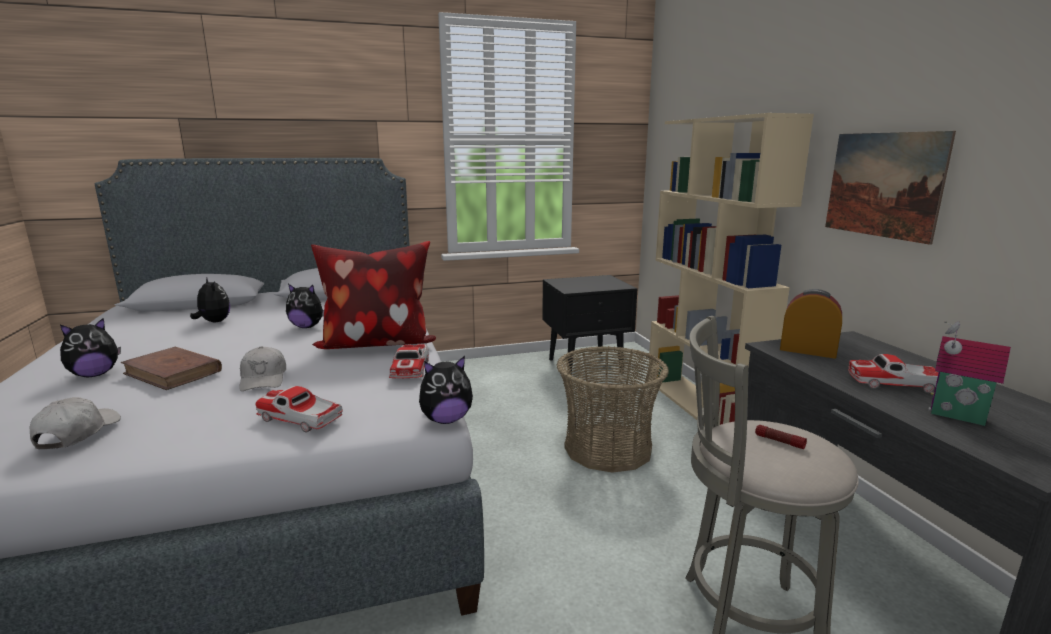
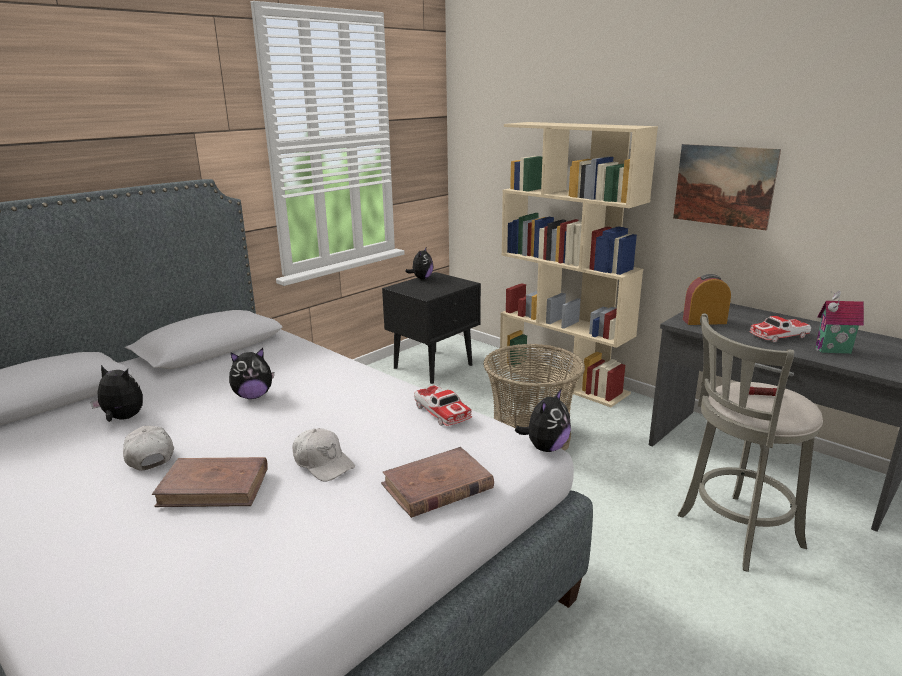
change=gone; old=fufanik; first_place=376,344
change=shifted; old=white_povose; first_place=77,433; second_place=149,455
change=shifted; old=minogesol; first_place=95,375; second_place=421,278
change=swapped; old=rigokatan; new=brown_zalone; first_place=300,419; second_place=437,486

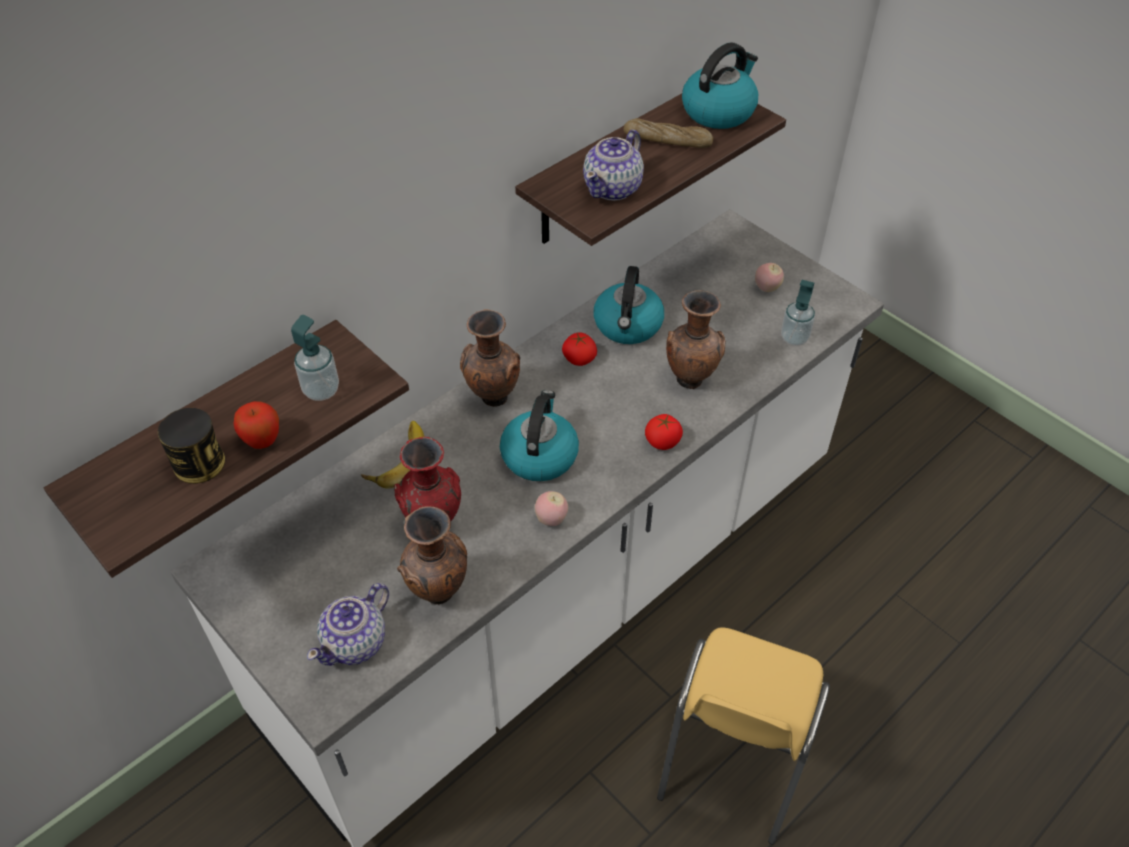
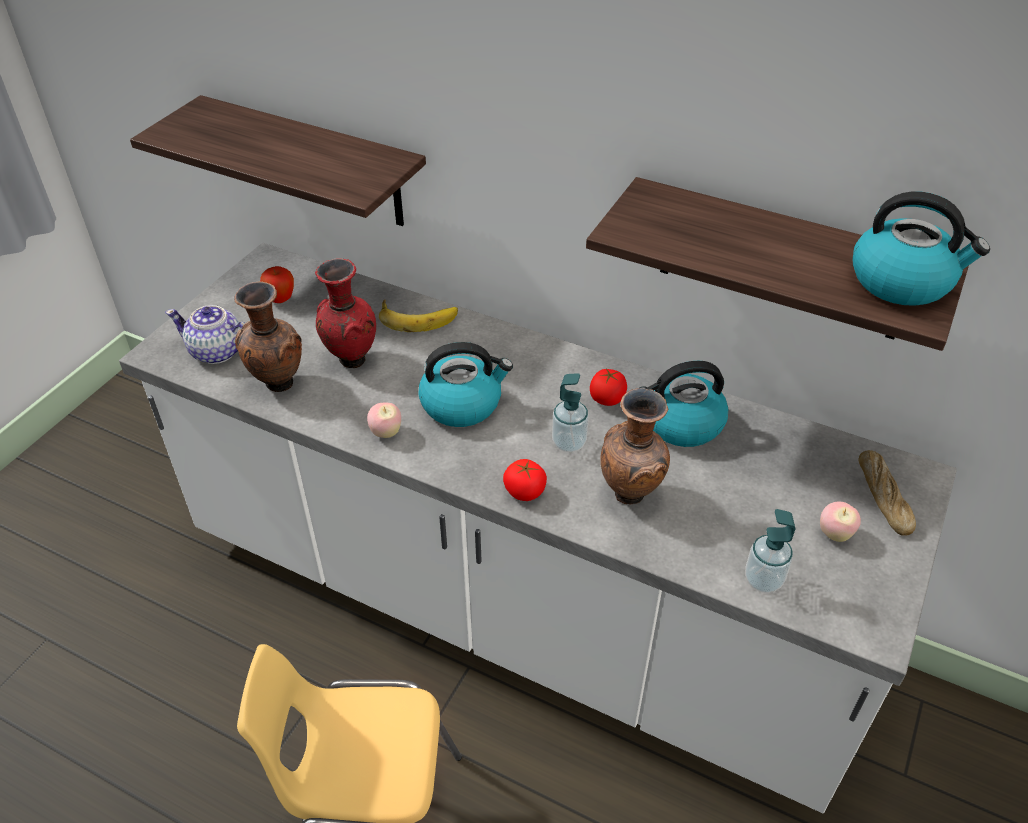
change=gone; old=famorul; first_place=199,463
change=gone; old=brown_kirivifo; first_place=492,399
change=gone; old=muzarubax; first_place=613,188
change=shifted; old=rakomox; first_place=262,441; second_place=280,300
change=shifted; old=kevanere; first_place=321,390; second_place=569,443
change=shifted; old=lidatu; first_place=667,140; second_place=883,497

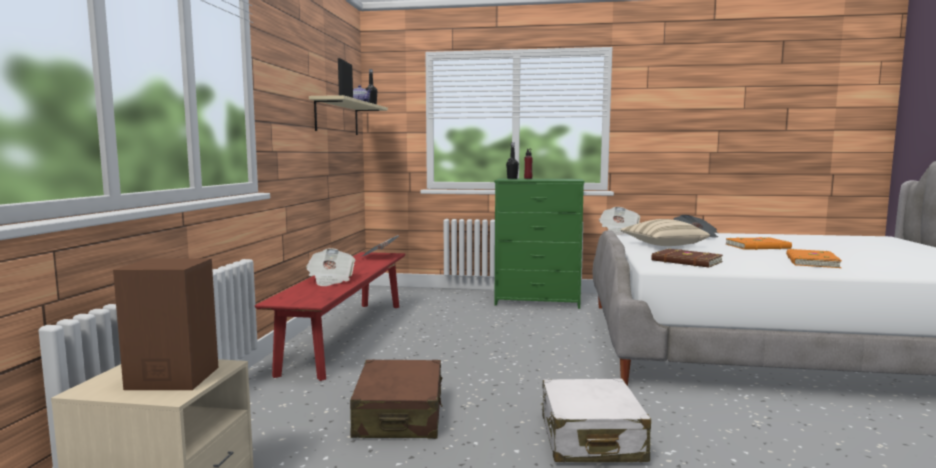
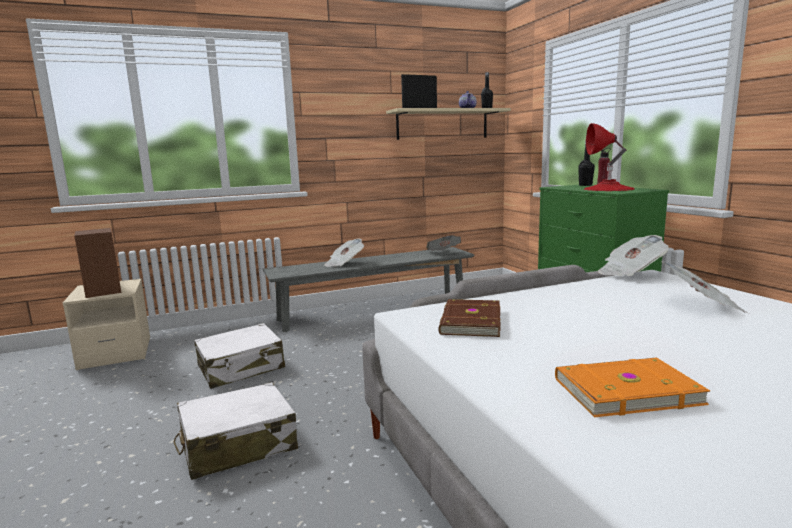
change=gone; old=beige_fufanik; first_place=663,245
change=gone; old=orange_zalone; first_place=758,247
change=new; new=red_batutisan; second_place=608,189
change=repainted; old=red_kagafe; new=grey_kagafe; first_place=347,335; second_place=374,311
change=repainted; old=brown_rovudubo; new=white_rovudubo; first_place=399,415; second_place=241,368

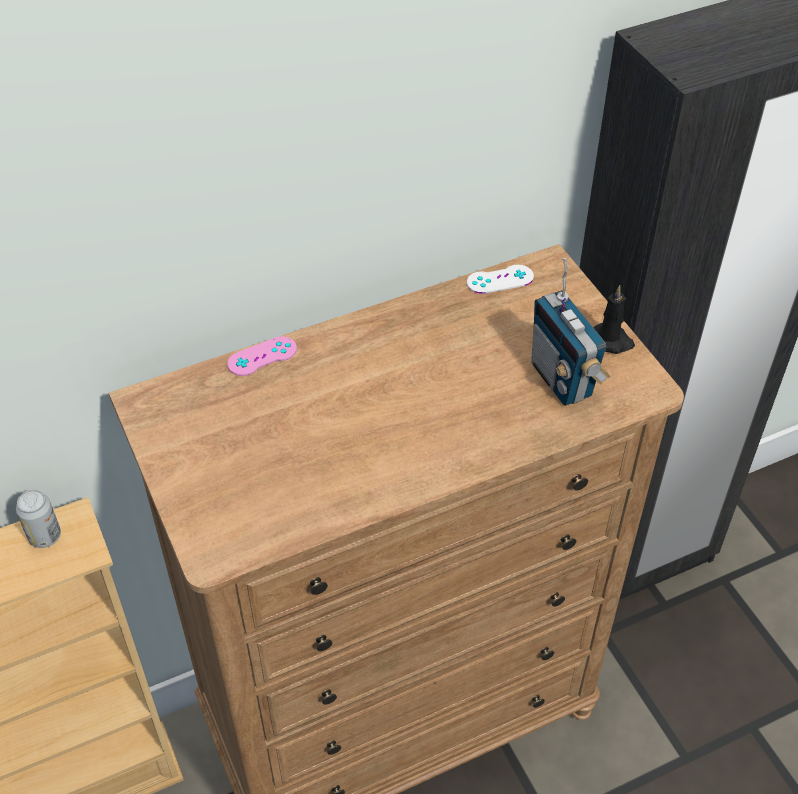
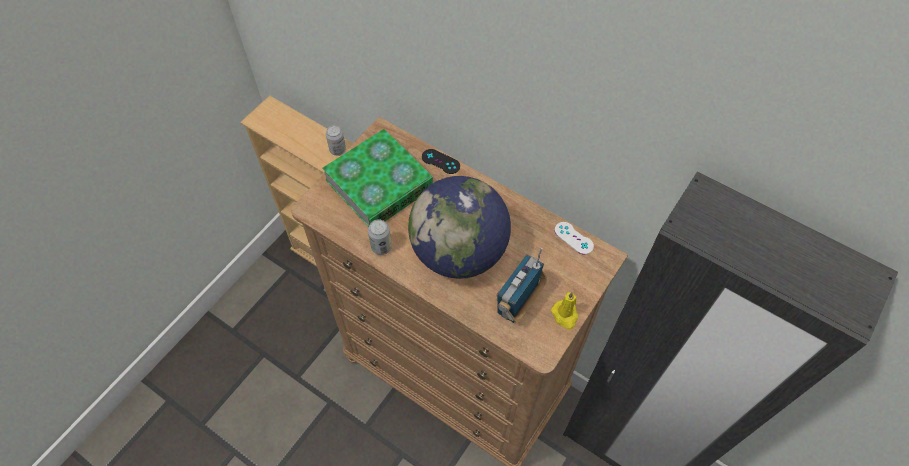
change=new; new=zalone; second_place=379,184
change=new; new=famorul; second_place=381,247
change=new; new=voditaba; second_place=459,252
change=repainted; old=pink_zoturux; new=black_zoturux; first_place=262,356; second_place=440,161
change=repainted; old=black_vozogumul; new=yellow_vozogumul; first_place=611,341; second_place=565,315

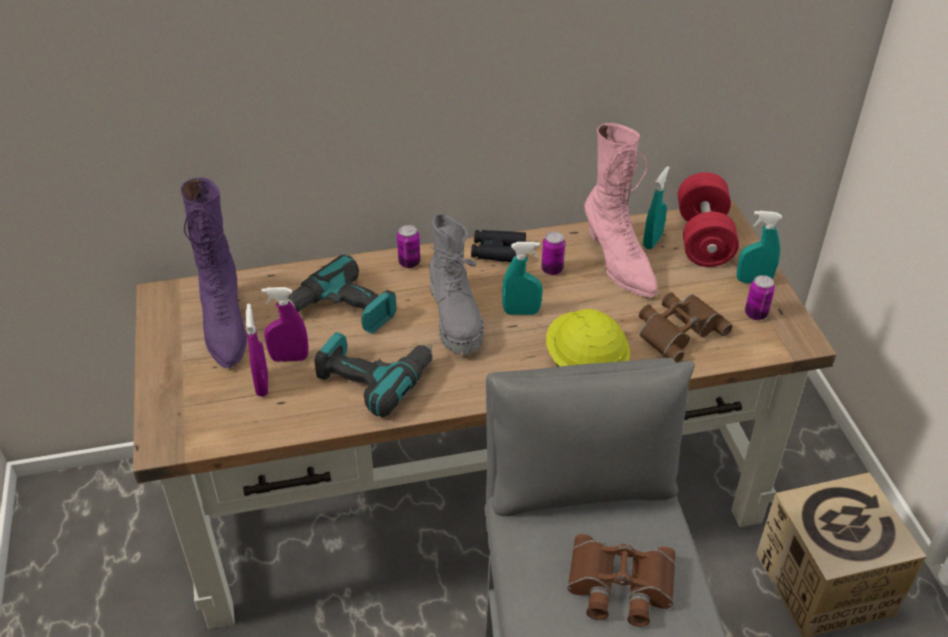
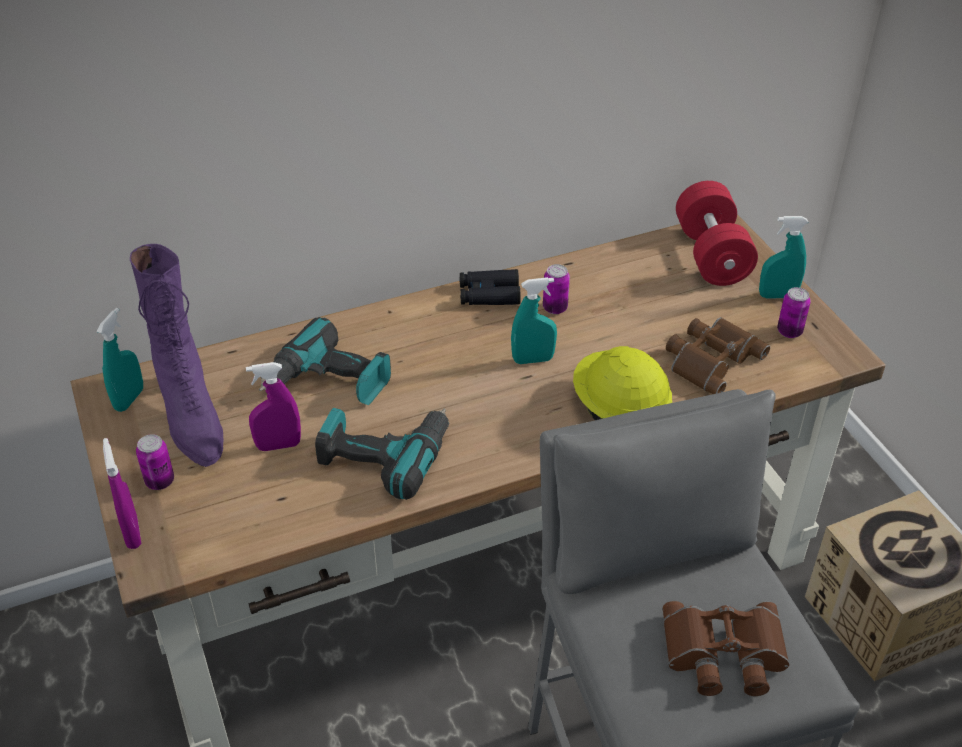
change=gone; old=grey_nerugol; first_place=457,318
change=gone; old=pink_nerugol; first_place=618,263
change=shifted; old=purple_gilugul; first_place=262,384; second_place=132,533
change=shifted; old=famorul; first_place=409,263; second_place=160,481
change=shifted; old=turquoise_gilugul; first_place=652,241; second_place=129,399

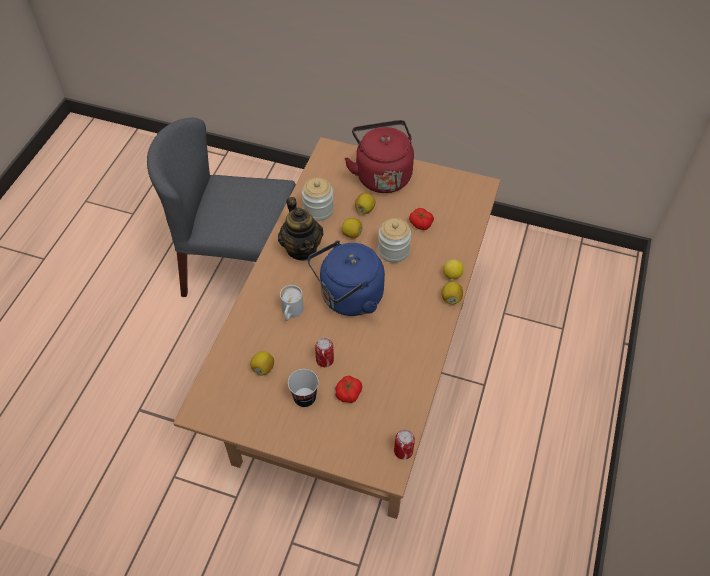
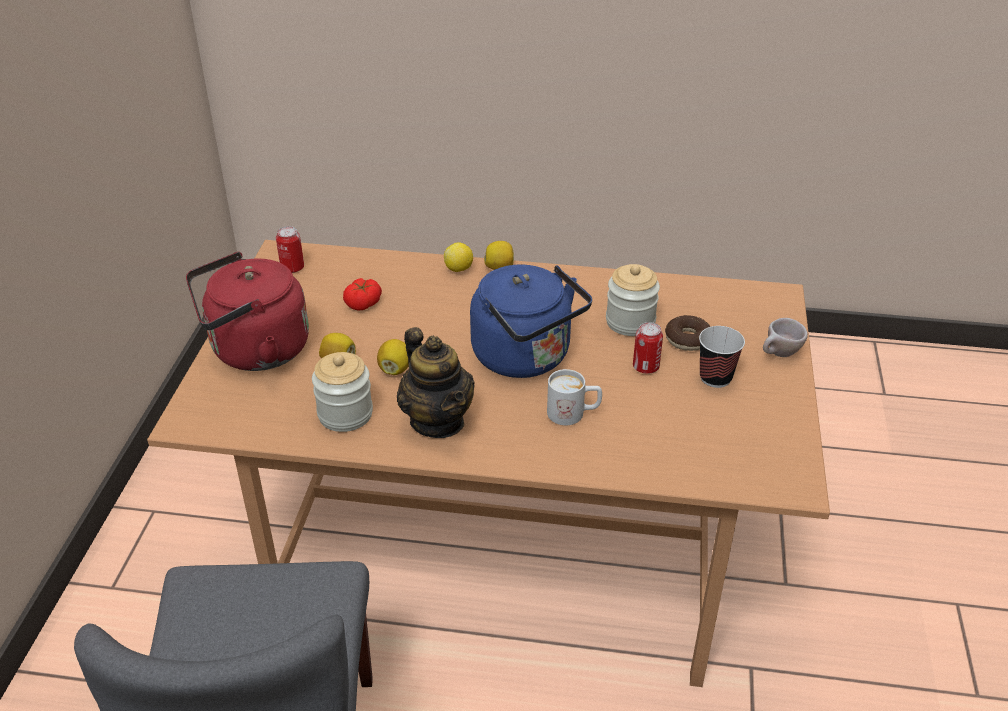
change=gone; old=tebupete; first_place=263,368
change=new; new=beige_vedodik; second_place=779,355
change=shifted; old=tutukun; first_place=393,251; second_place=630,322
change=shifted; old=famorul; first_place=403,451; second_place=292,268
change=swapped; old=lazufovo; new=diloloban; first_place=348,393; second_place=687,339
change=rotated; old=muzarubax; first_place=302,249; second_place=437,421; degrees=90

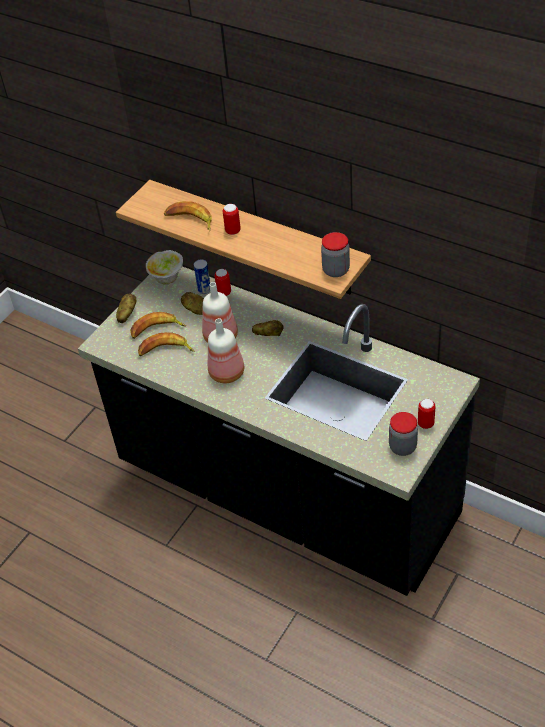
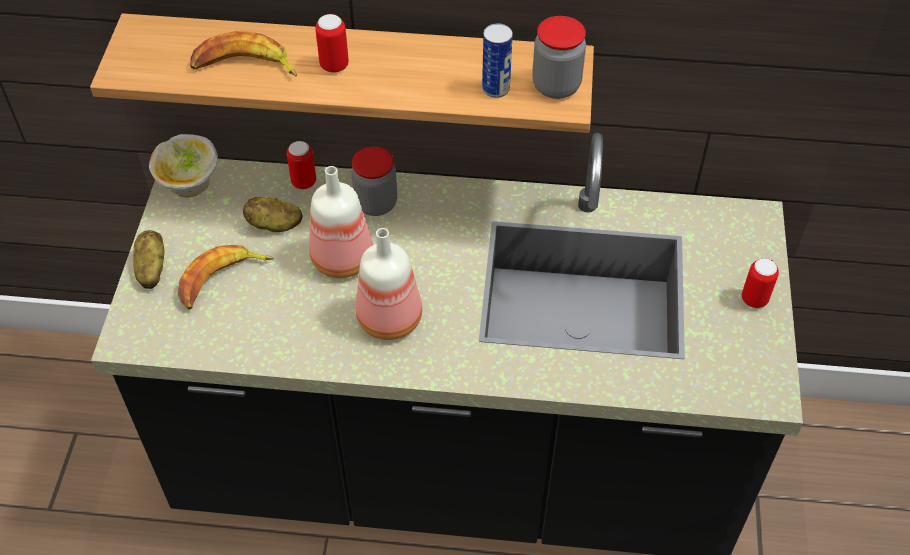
change=gone; old=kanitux; first_place=165,350
change=gone; old=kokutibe; first_place=268,334
change=shifted; old=famorul; first_place=204,290; second_place=495,89
change=shifted; old=tutukun; first_place=402,447; second_place=376,203

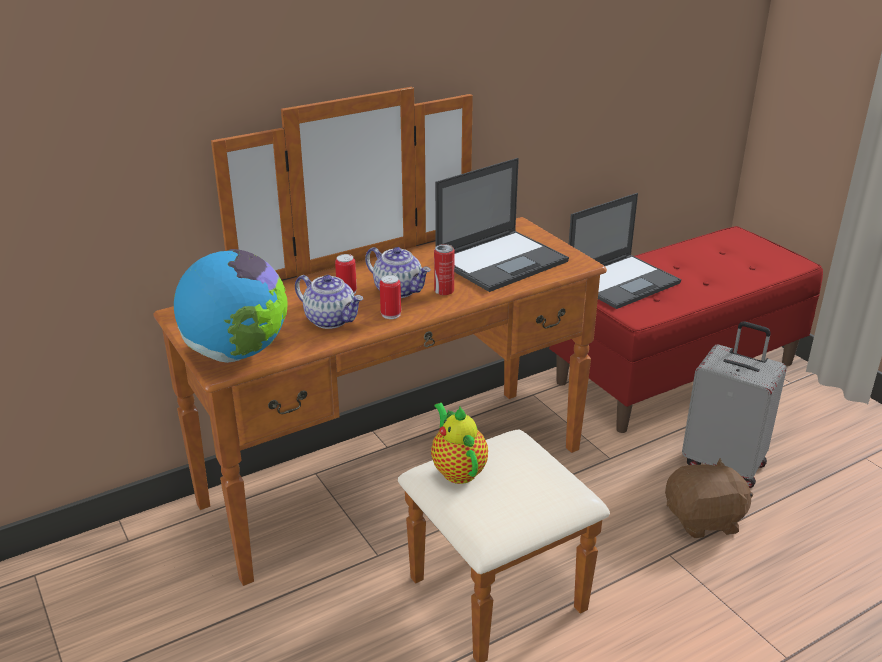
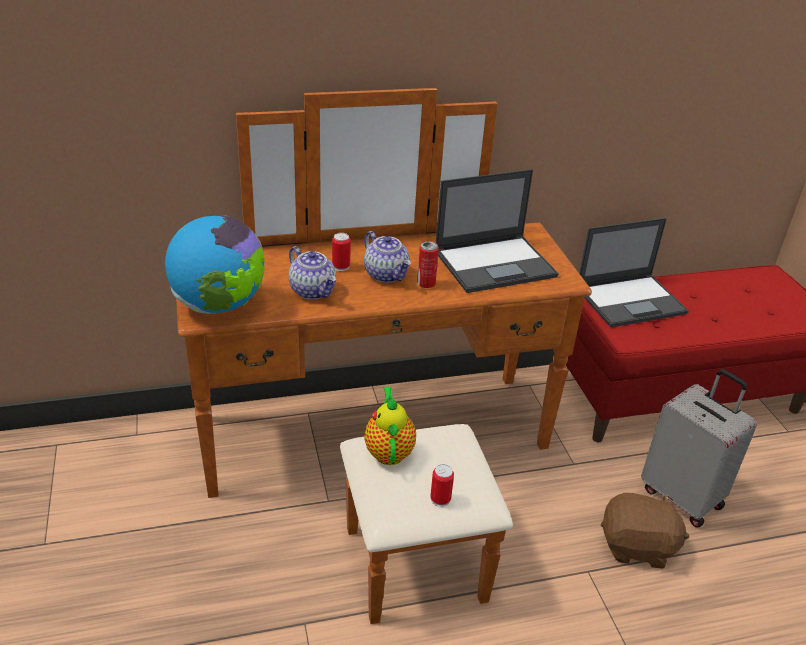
change=shifted; old=famorul; first_place=391,314; second_place=440,499

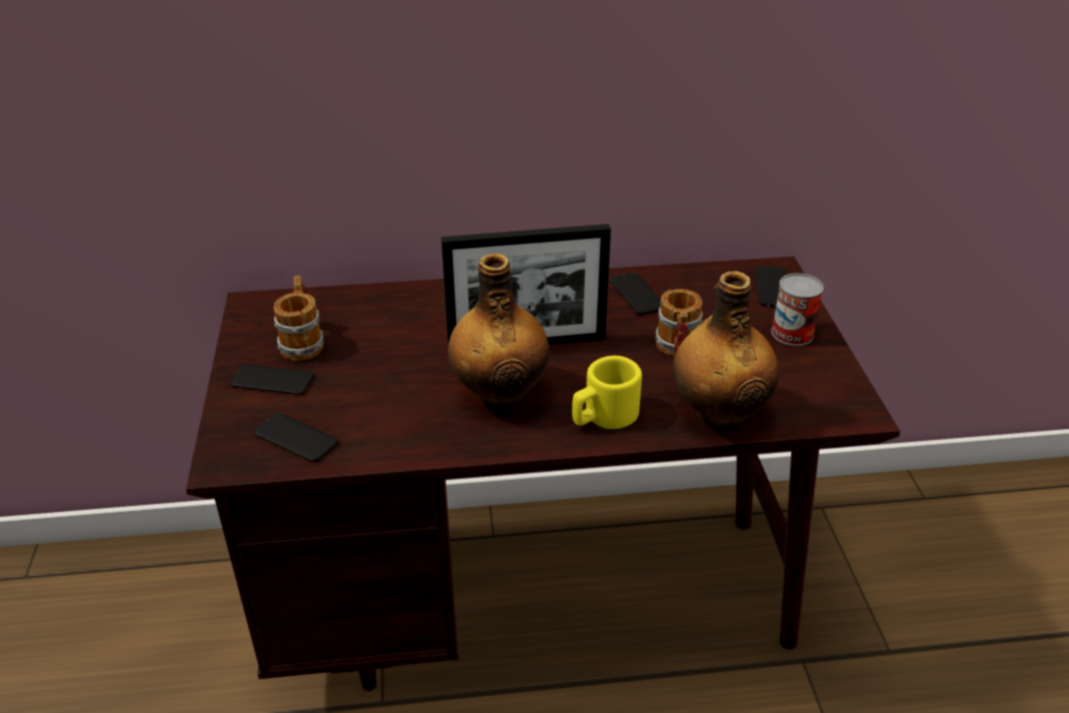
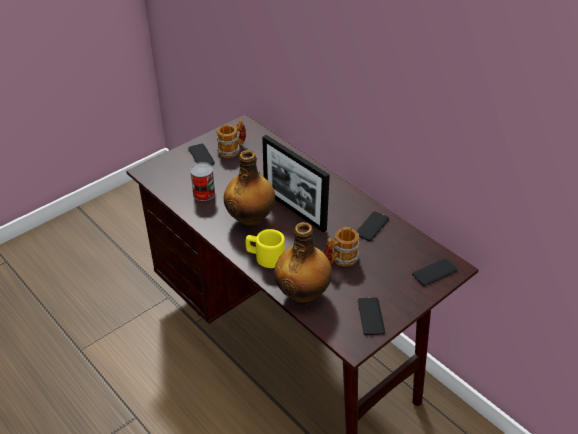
change=shifted; old=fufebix; first_place=296,438; second_place=371,316
change=shifted; old=famorul; first_place=792,333; second_place=204,193

